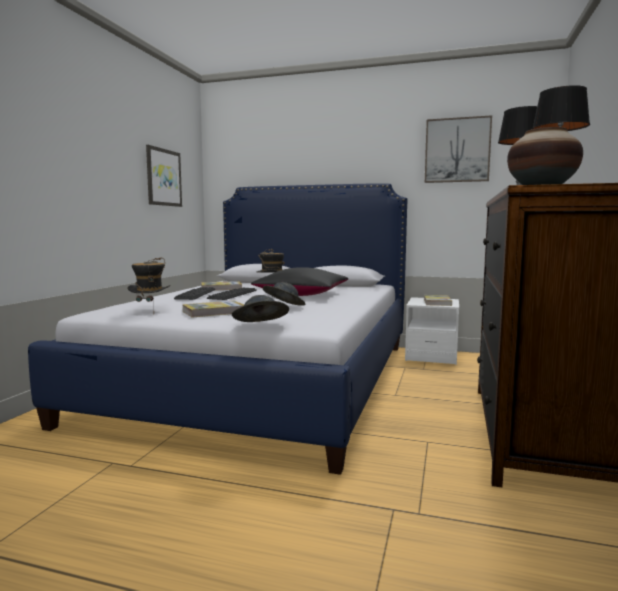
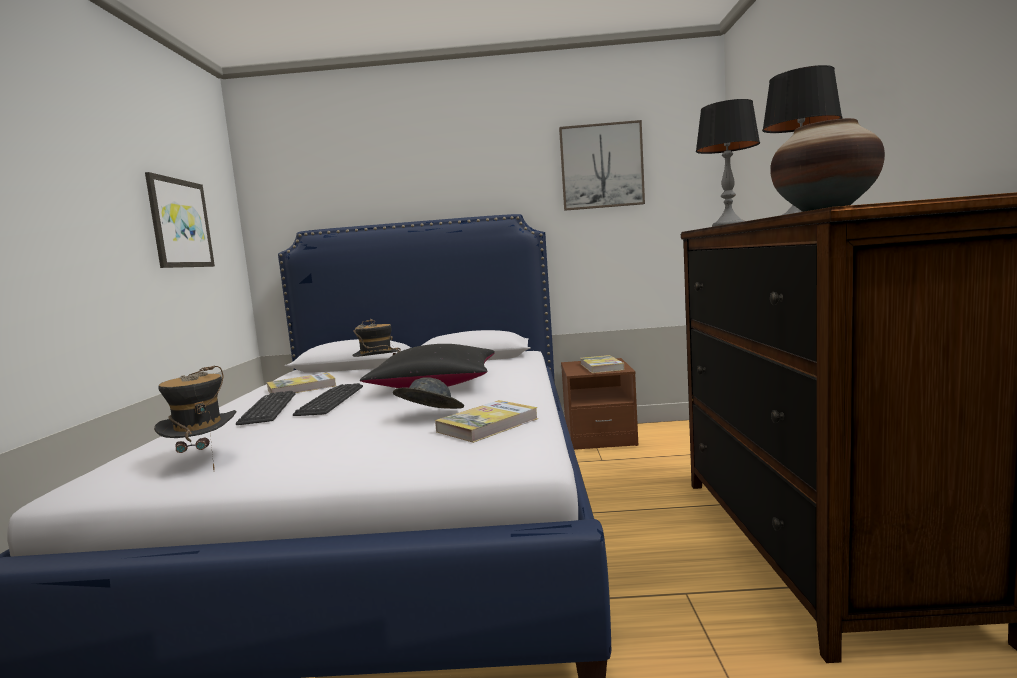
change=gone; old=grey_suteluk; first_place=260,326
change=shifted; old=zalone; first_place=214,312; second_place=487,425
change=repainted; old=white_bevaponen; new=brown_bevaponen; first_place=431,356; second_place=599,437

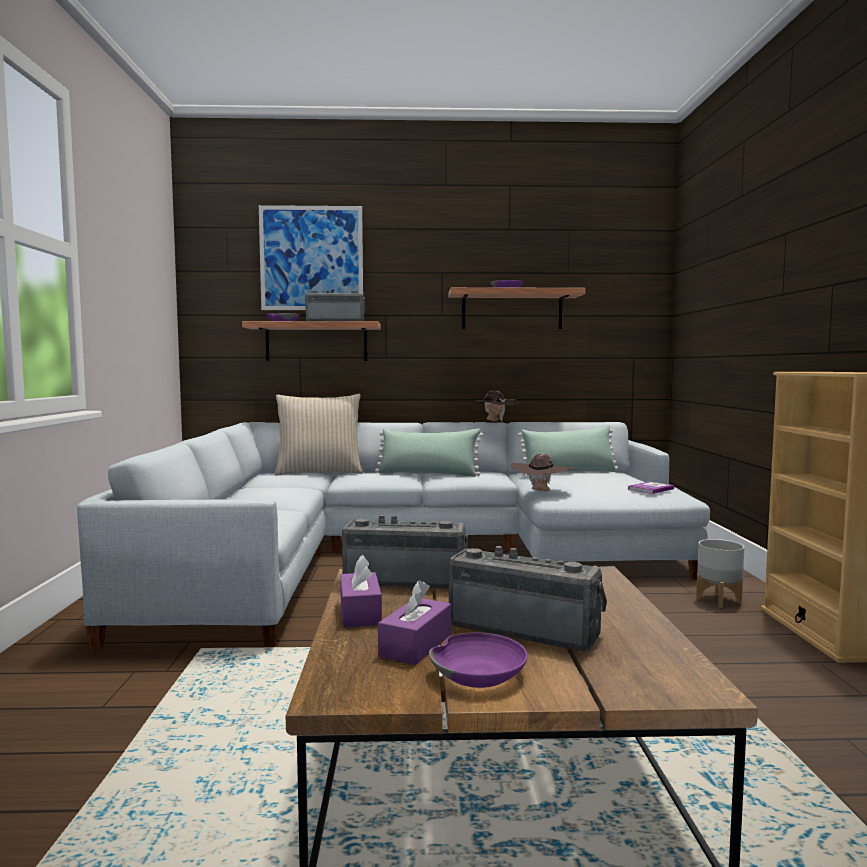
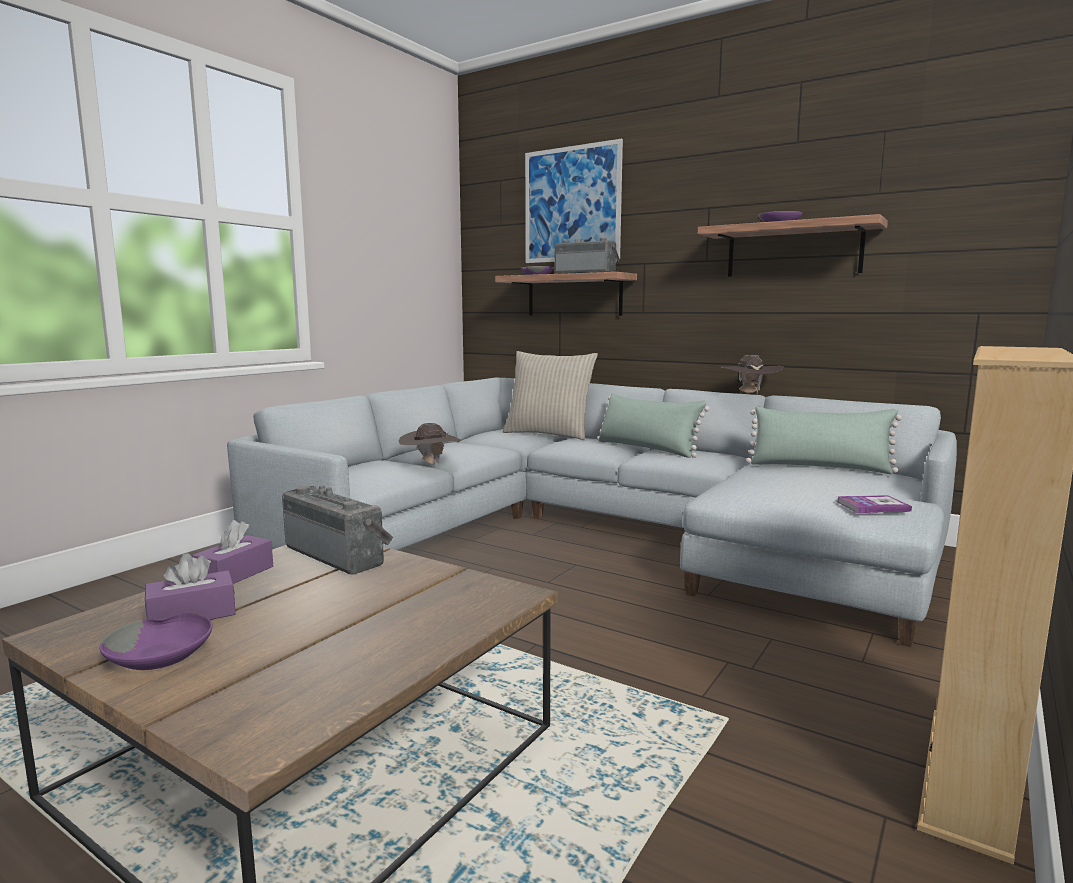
change=gone; old=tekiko; first_place=525,629
change=gone; old=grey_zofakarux; first_place=718,600
change=shifted; old=brown_suteluk; first_place=541,492; second_place=430,465

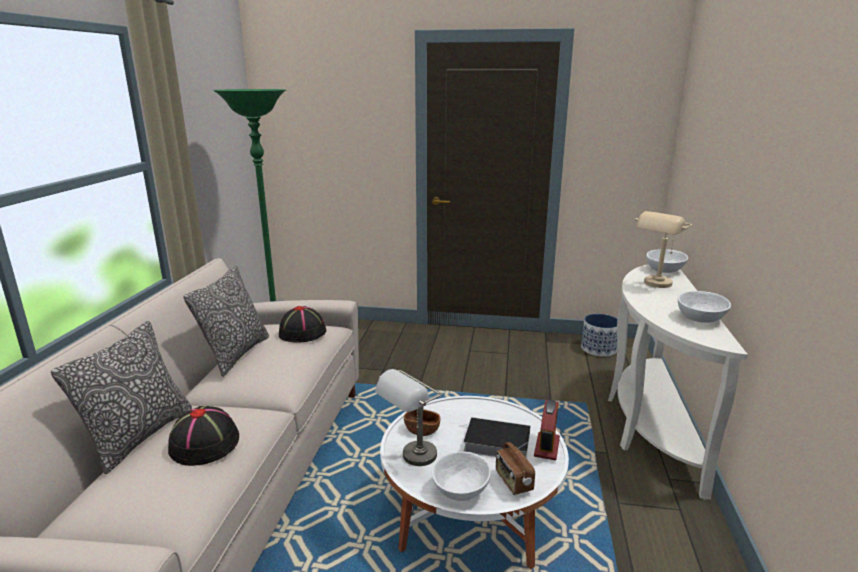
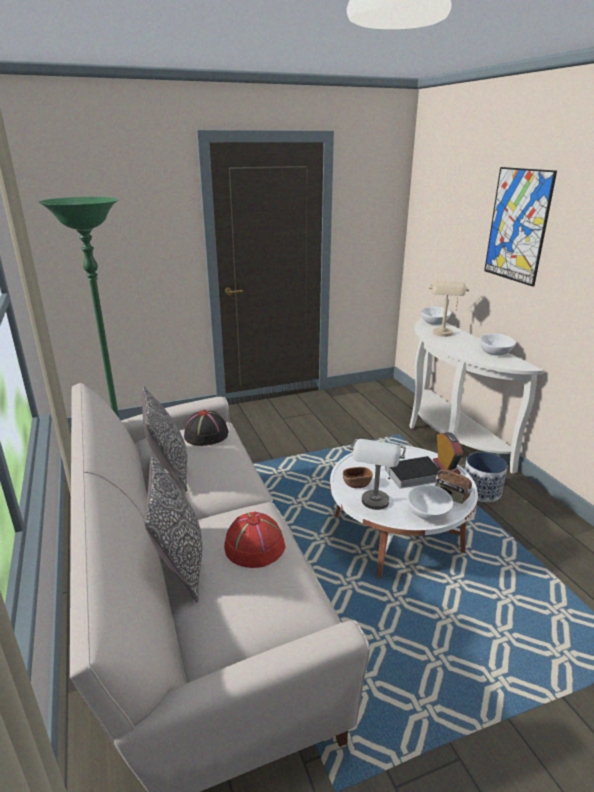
change=new; new=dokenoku; second_place=517,225
change=shifted; old=zofakarux; first_place=598,349; second_place=480,491
change=repainted; old=black_suteluk; new=red_suteluk; first_place=205,443; second_place=254,546

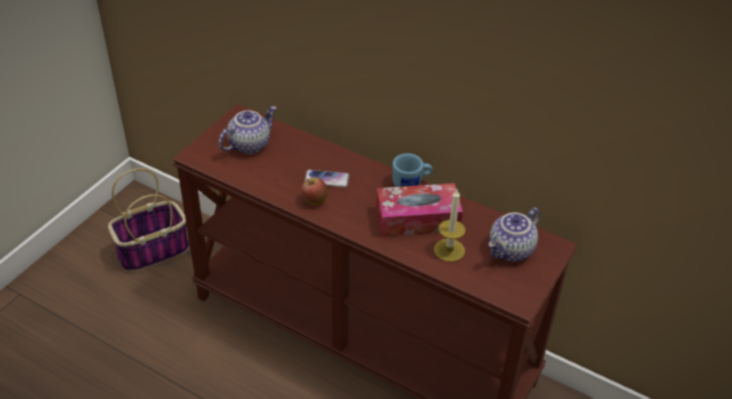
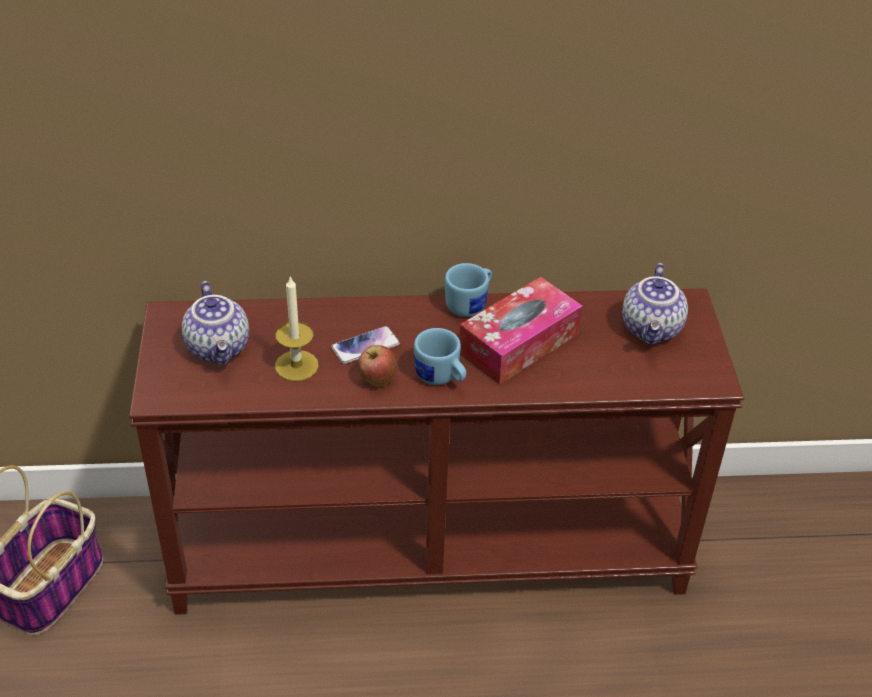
change=new; new=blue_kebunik; second_place=441,378
change=shifted; old=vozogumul; first_place=449,250; second_place=296,365
change=rotated; old=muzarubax; first_place=249,144; second_place=220,348; degrees=150

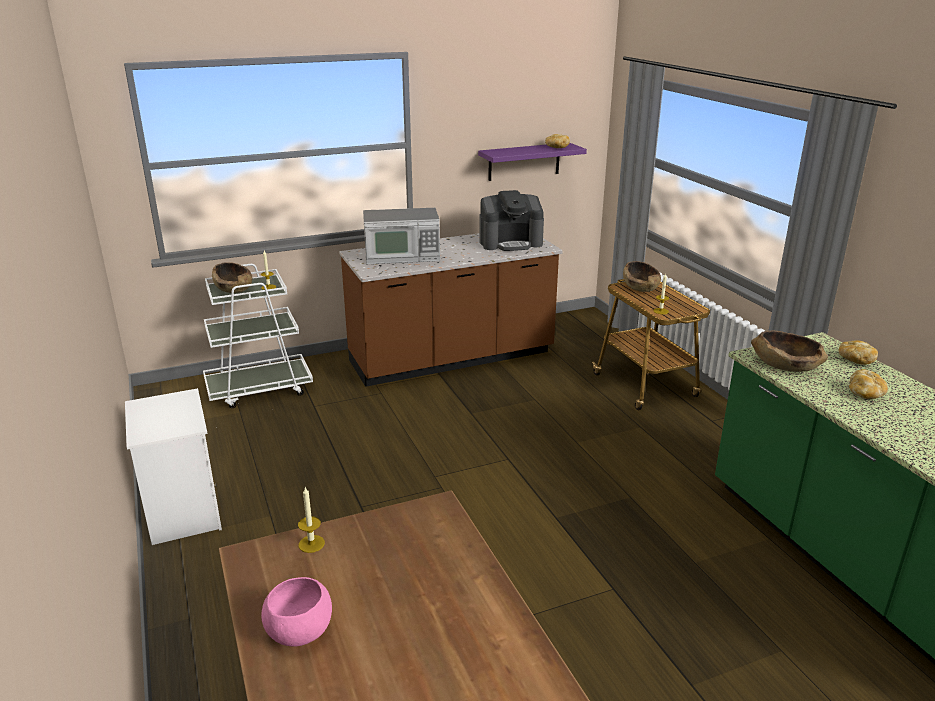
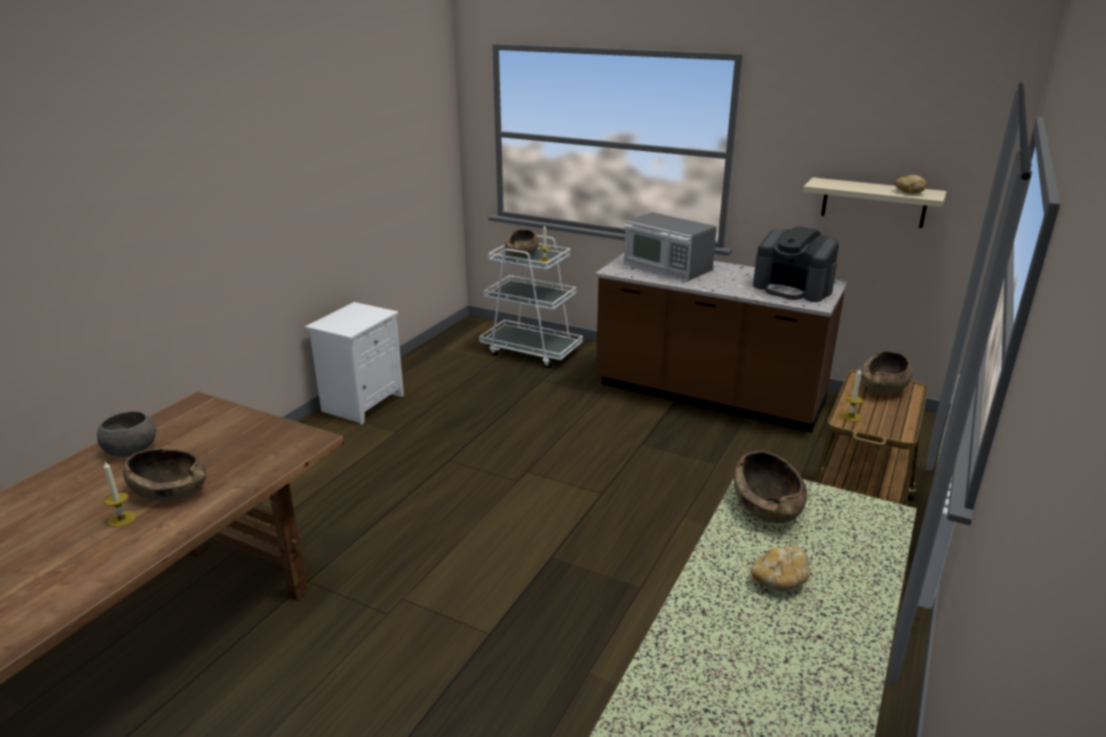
change=gone; old=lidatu; first_place=854,360
change=new; new=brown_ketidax; second_place=170,490
change=shifted; old=vozogumul; first_place=311,544; second_place=122,519
change=repainted; old=pink_ketidax; new=grey_ketidax; first_place=299,629; second_place=131,449
change=repainted; old=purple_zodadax; new=beige_zodadax; first_place=524,161; second_place=873,202

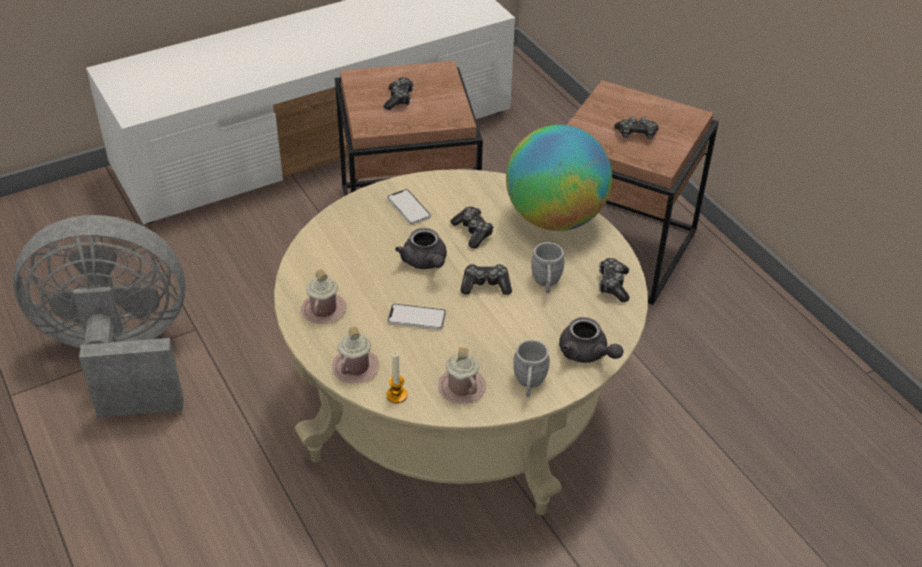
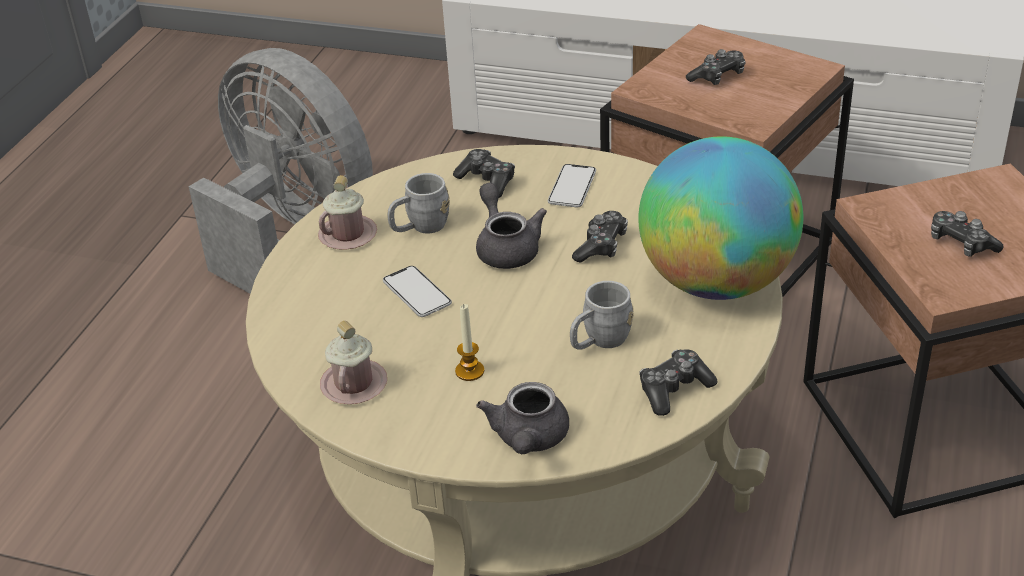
change=gone; old=pink_kebunik; first_place=355,368
change=shifted; old=vozogumul; first_place=396,395; second_place=469,371
change=shifted; old=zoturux; first_place=485,285; second_place=487,181
change=shifted; old=grey_kebunik; first_place=529,384; second_place=420,227
change=rotated; old=grey_muzarubax; first_place=425,262; second_place=506,247; degrees=135

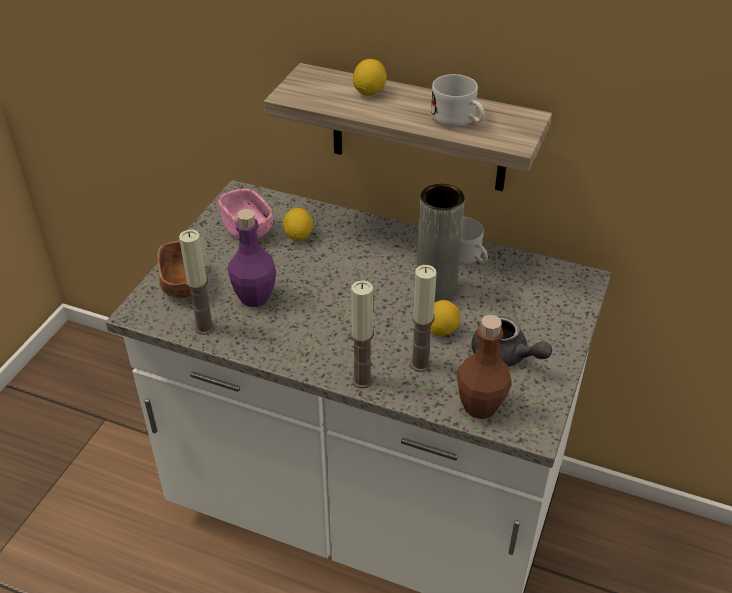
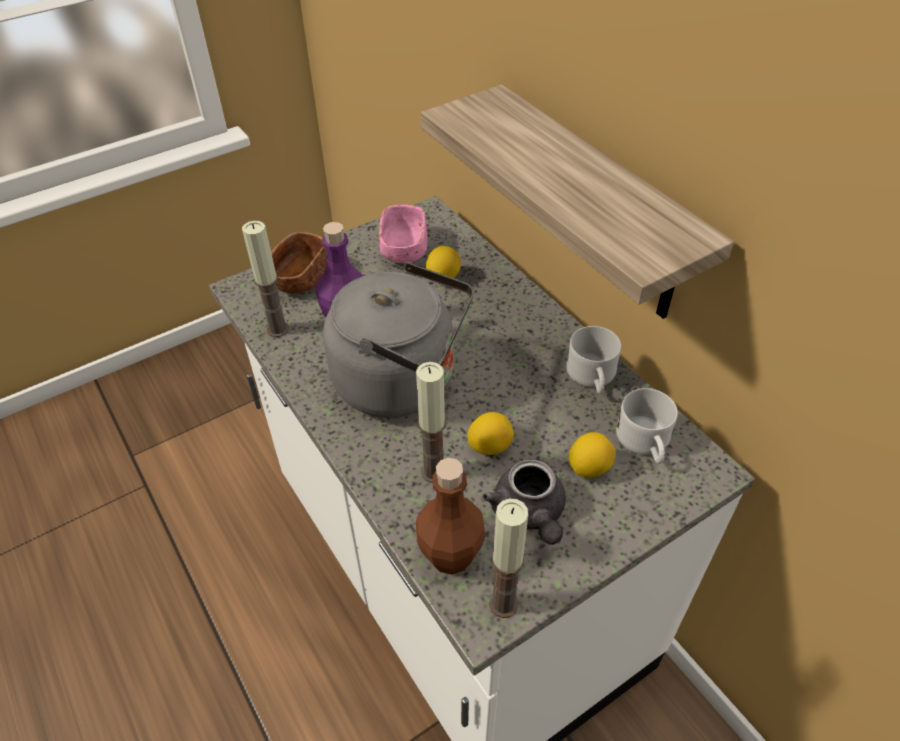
change=gone; old=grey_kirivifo; first_place=436,289
change=new; new=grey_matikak; second_place=402,382
change=shifted; old=vozogumul; first_place=362,380; second_place=503,603
change=shifted; old=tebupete; first_place=369,92; second_place=589,467
change=shifted; old=white_kebunik; first_place=458,120; second_place=645,444

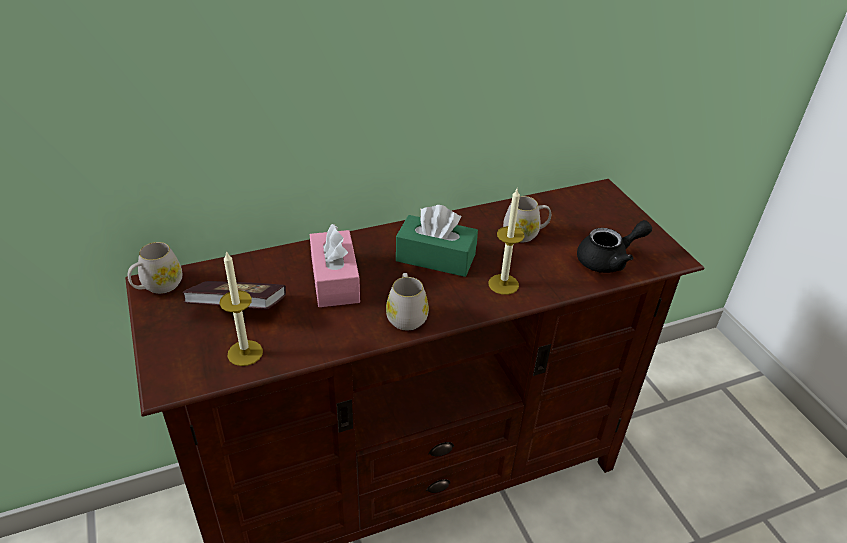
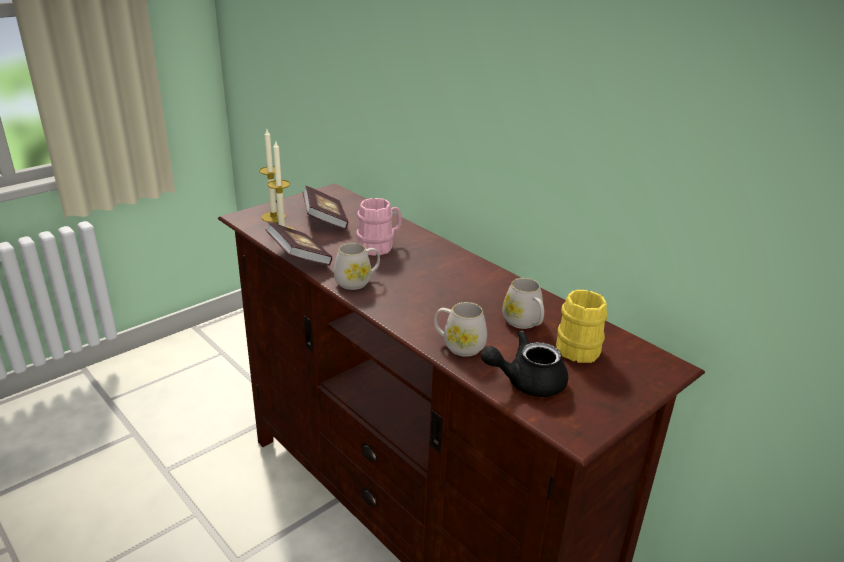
change=gone; old=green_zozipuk; first_place=435,257
change=new; new=zalone; second_place=299,258
change=new; new=yellow_kebunik; second_place=576,345
change=shifted; old=white_kebunik; first_place=158,286; second_place=459,345
change=shifted; old=vozogumul; first_place=503,284; second_place=273,217
change=swapped; old=pink_zozipuk; new=pink_kebunik; first_place=335,280; second_place=380,246
change=rotated; old=black_muzarubax; first_place=608,260; second_place=526,381; degrees=120

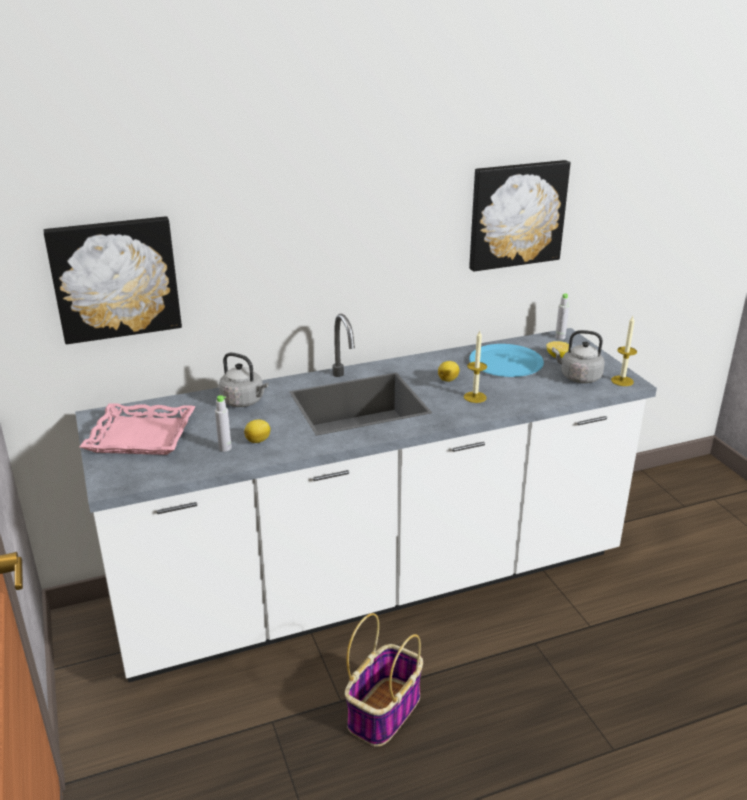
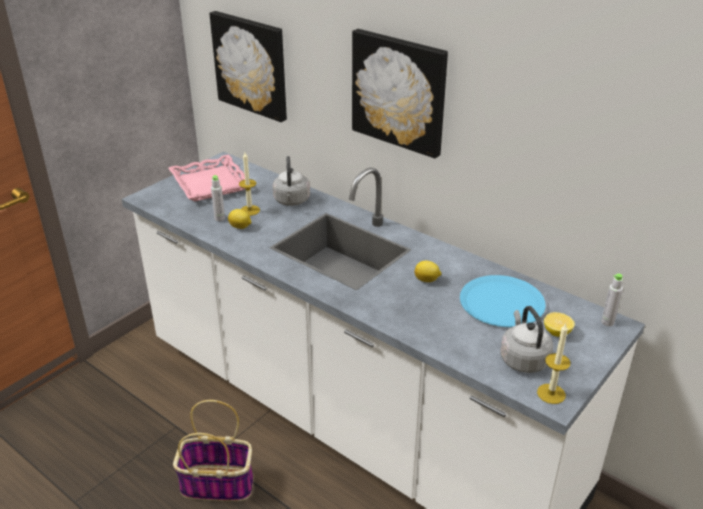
change=shifted; old=vozogumul; first_place=475,397; second_place=249,210
change=shifted; old=dokenoku; first_place=516,214; second_place=400,91

